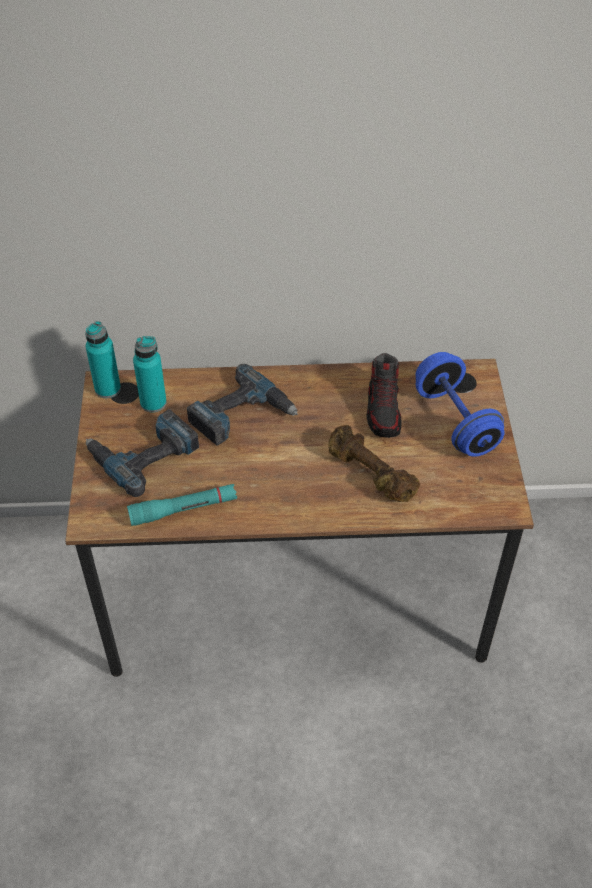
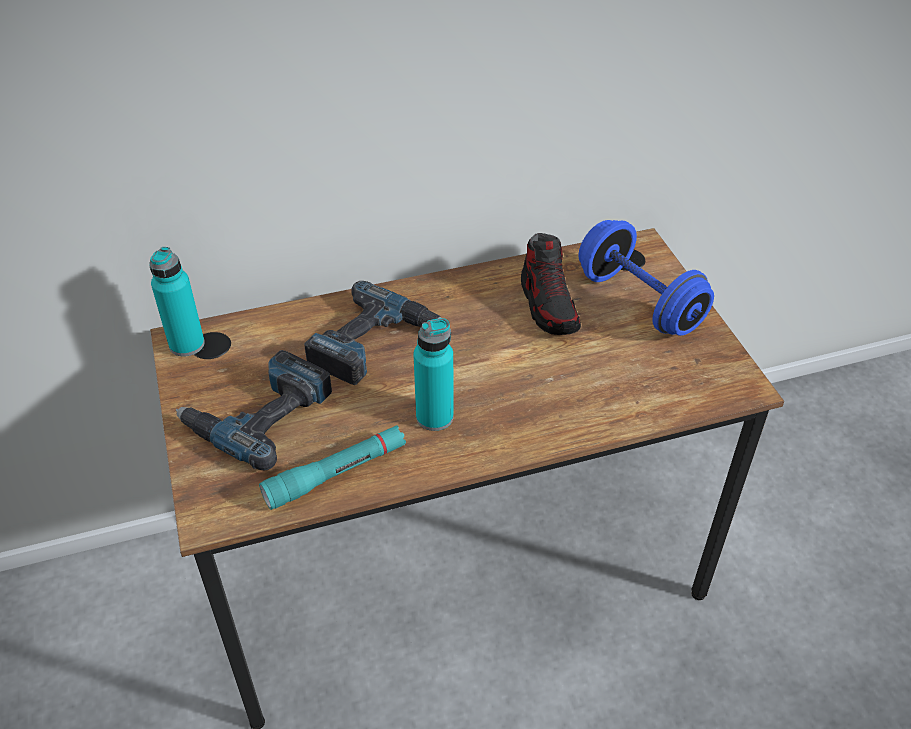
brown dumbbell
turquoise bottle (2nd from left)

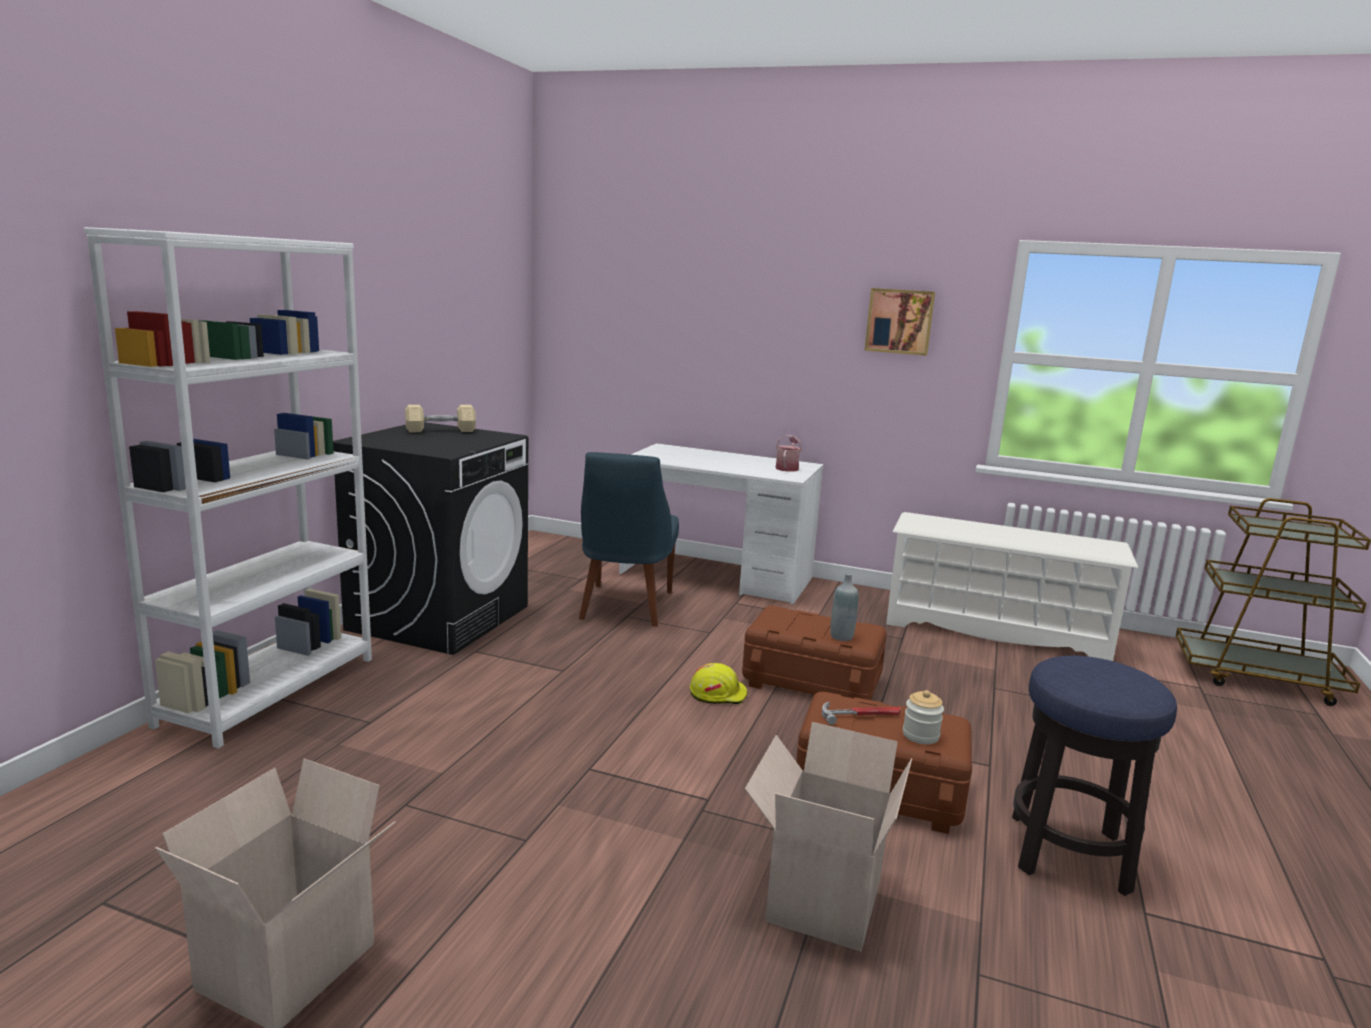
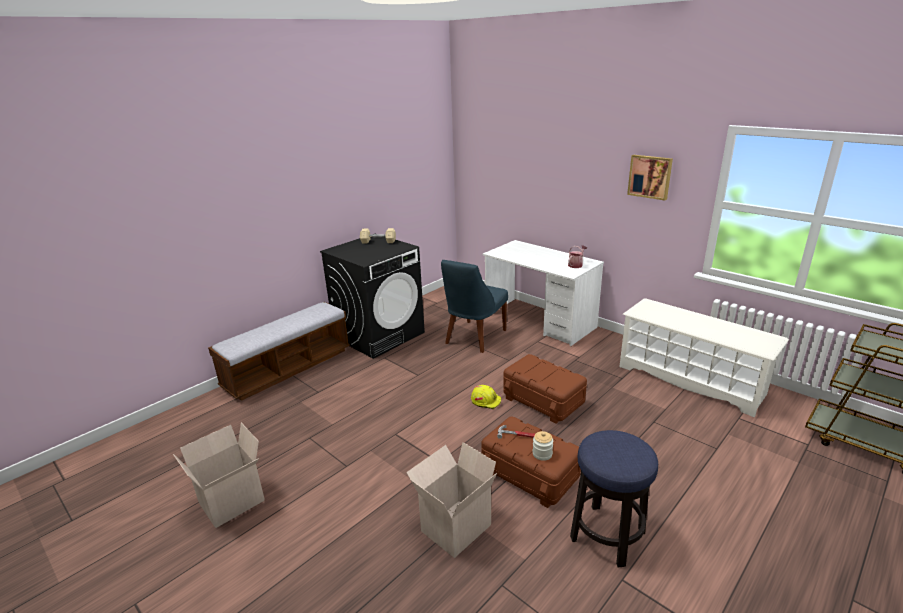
grey bottle
bench

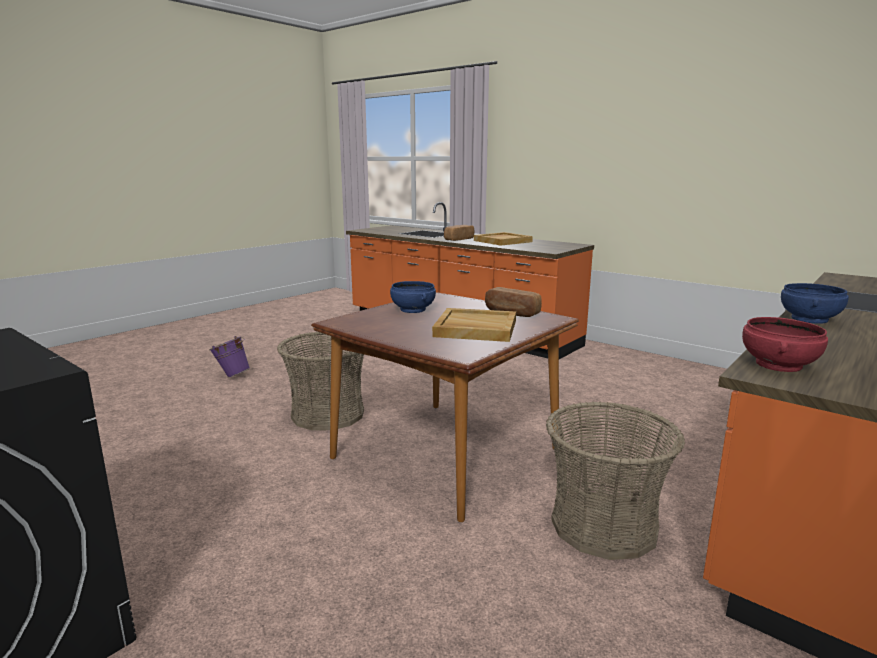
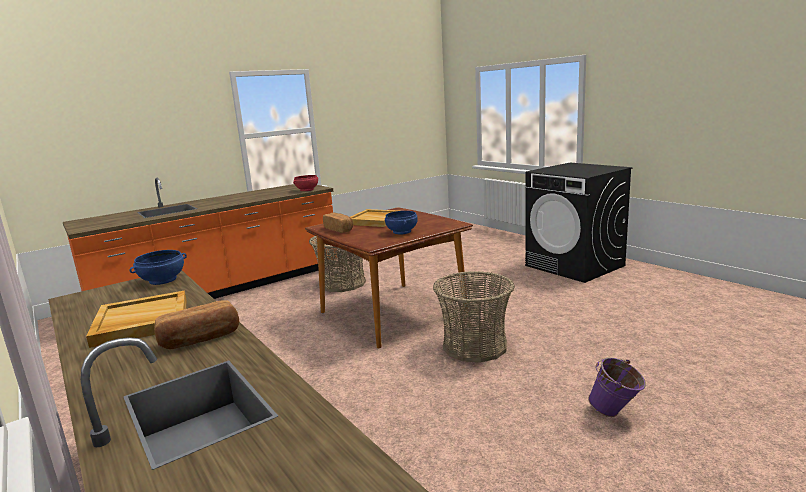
blue bowl (1st from left)

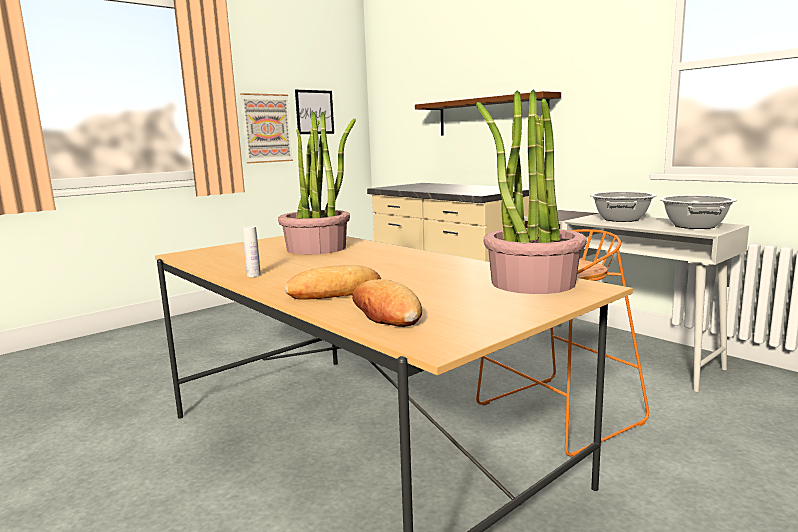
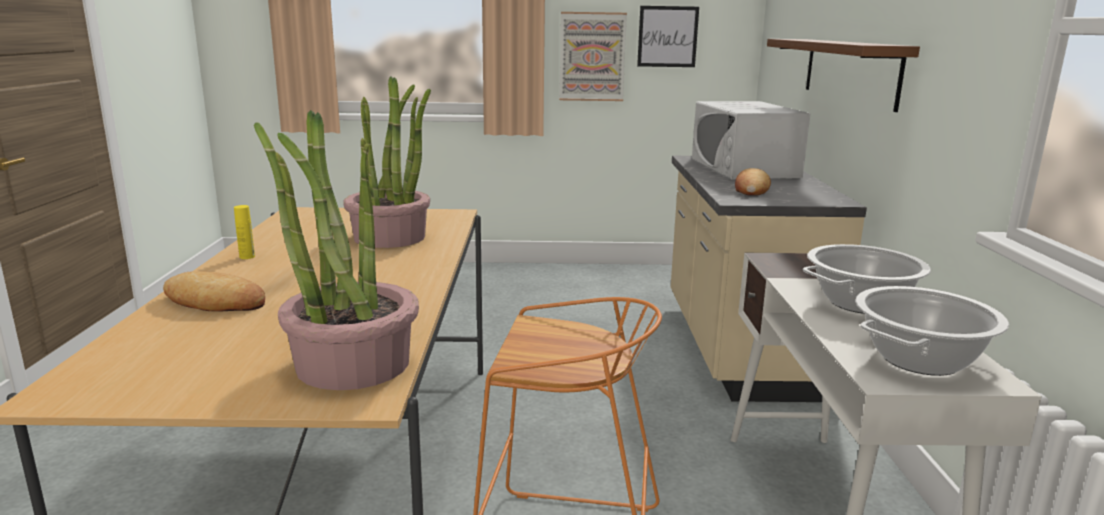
white microwave
bread (2nd from left)
yellow bottle

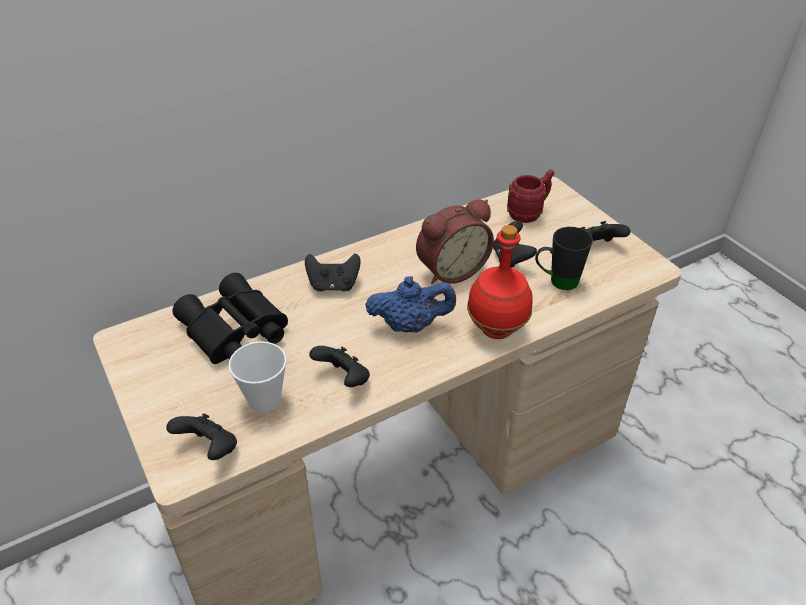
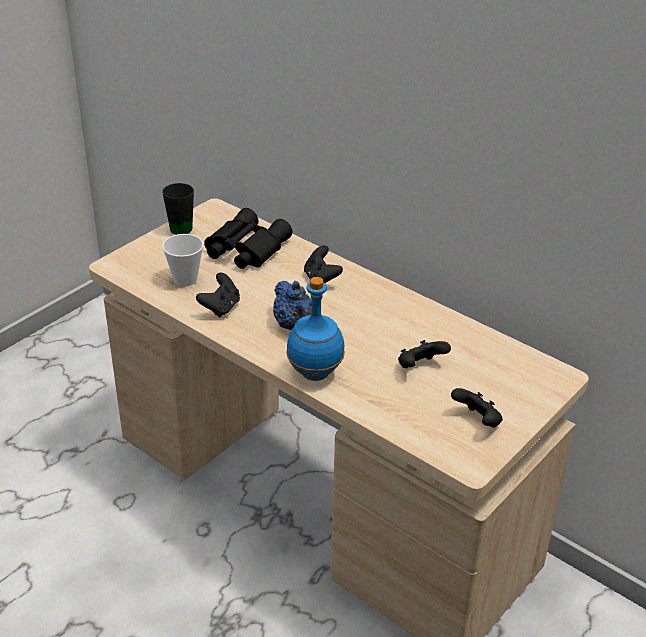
black game controller (1st from left in the first image)
alarm clock
red mug
black mug
blue bottle

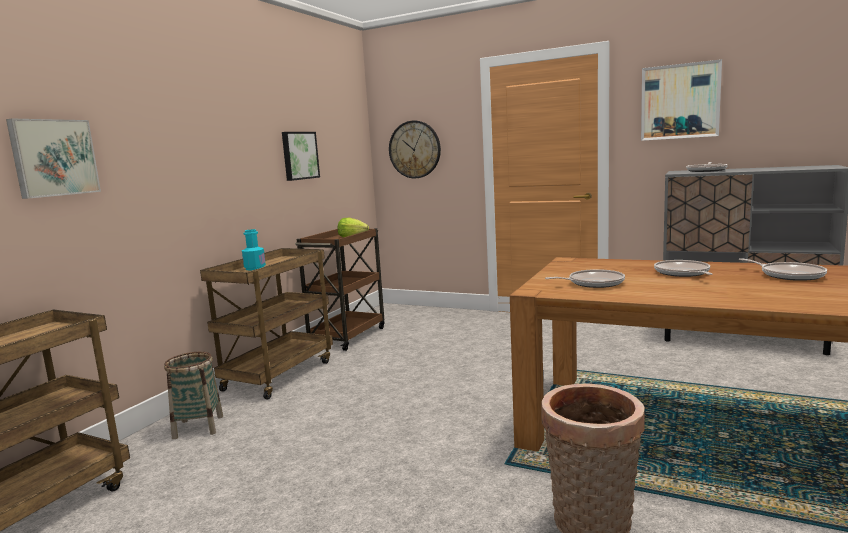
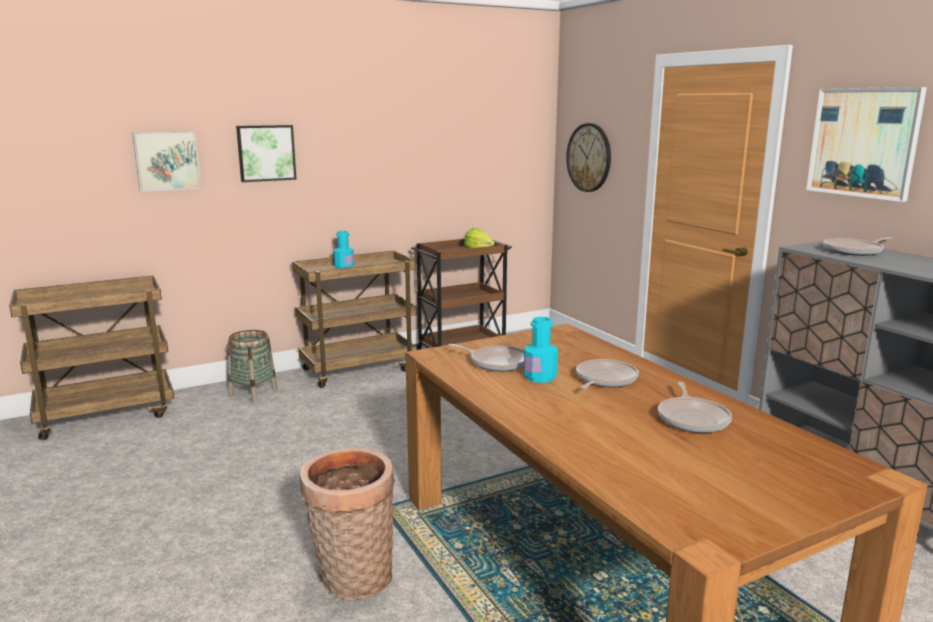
turquoise bottle (2nd from left)
picture (2nd from left)

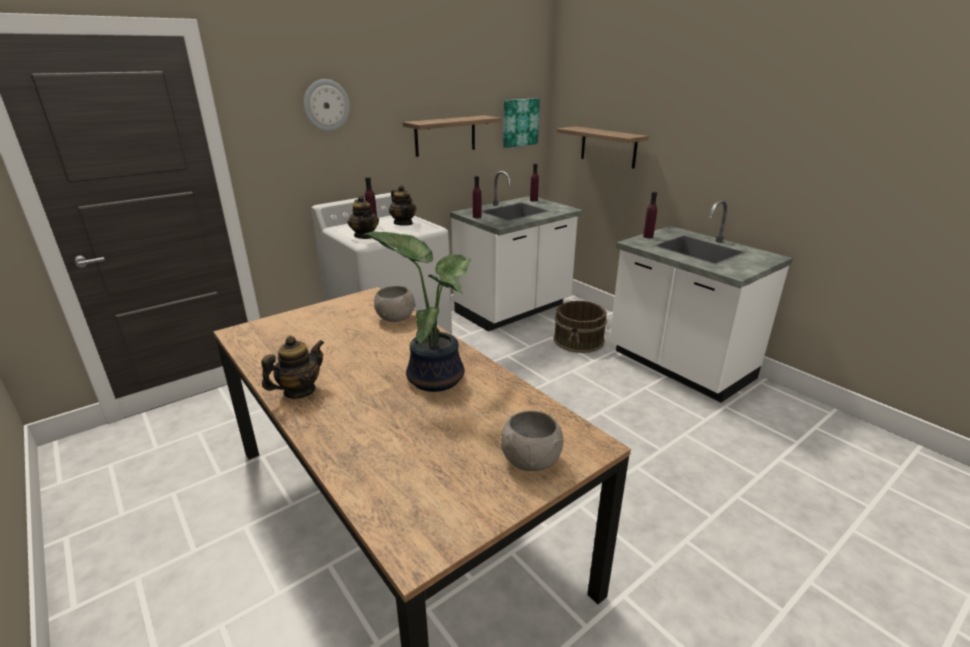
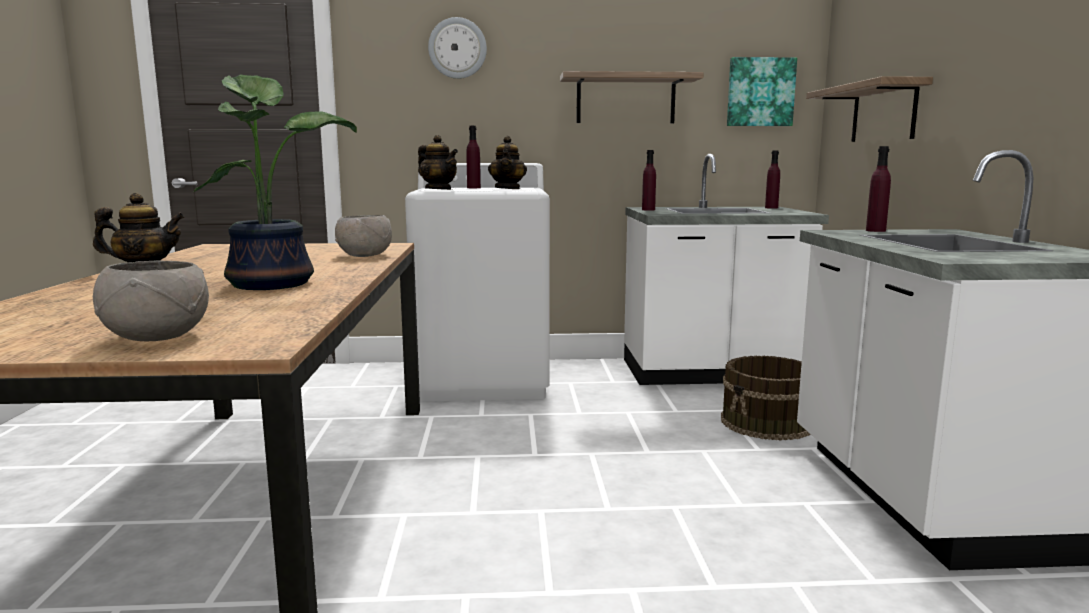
teapot (2nd from left)

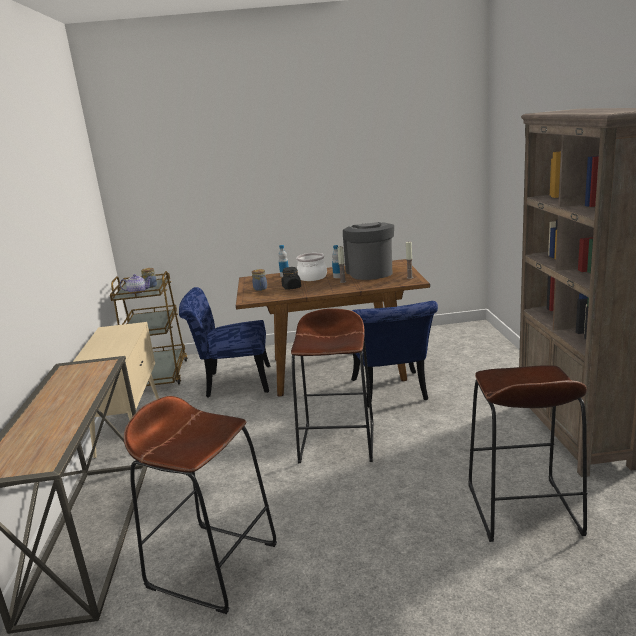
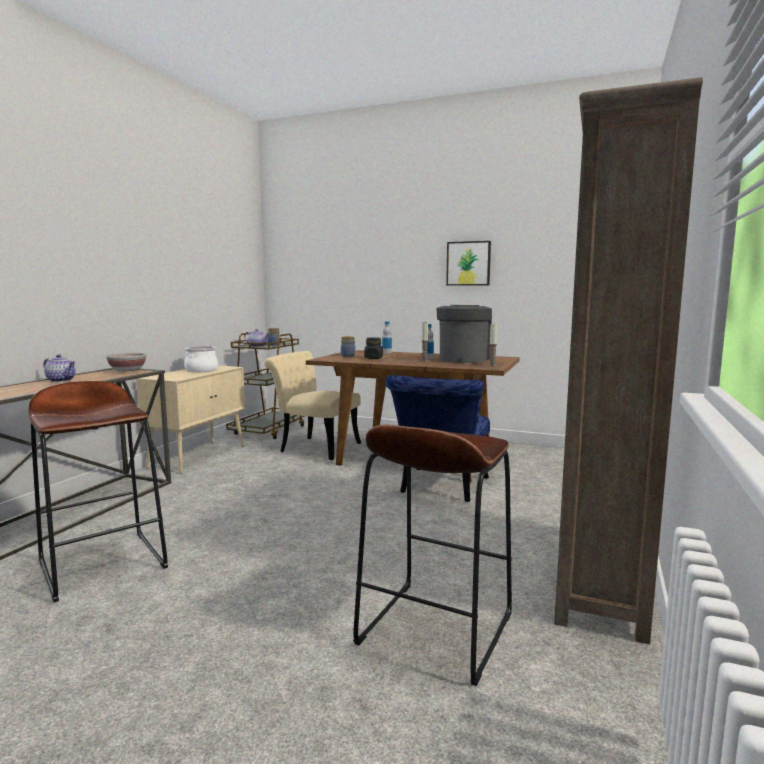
brown stool (2nd from left in the first image)
teapot (1st from left)
bowl
picture
cooking pot
beige chair

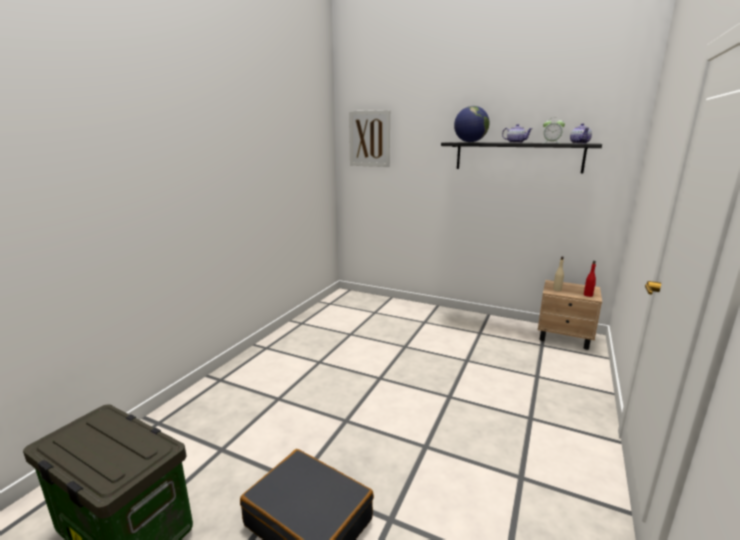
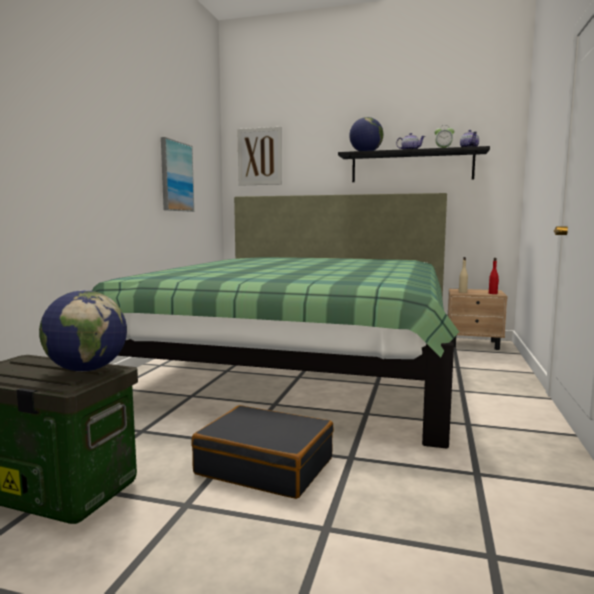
globe (1st from left)
green bed
picture (1st from left)

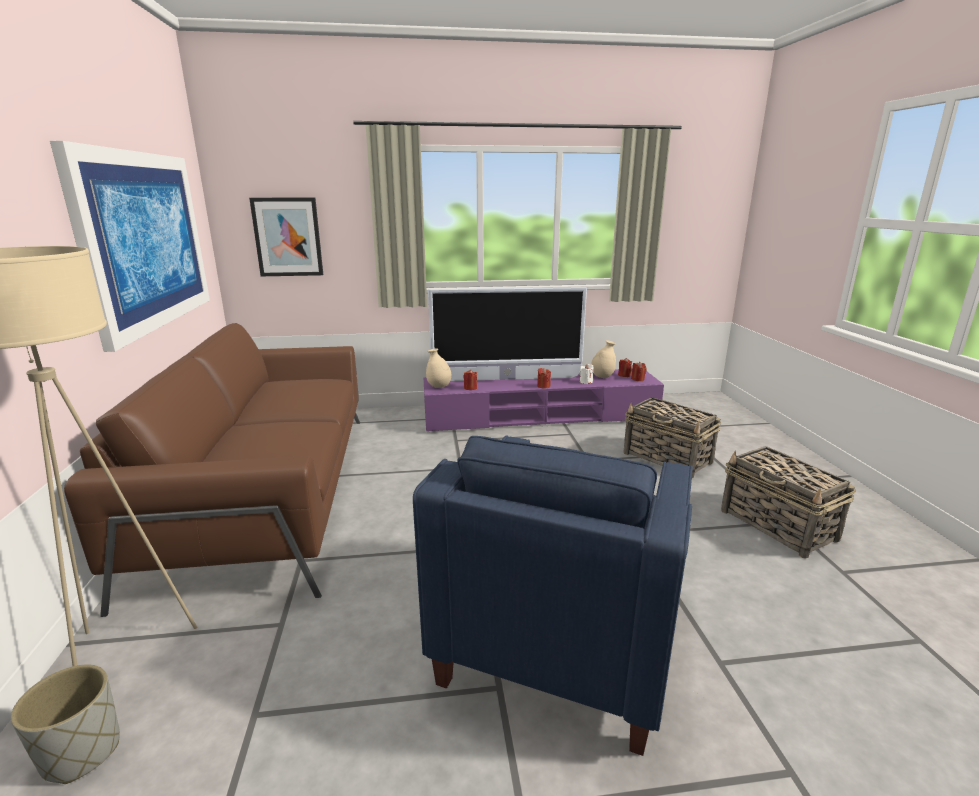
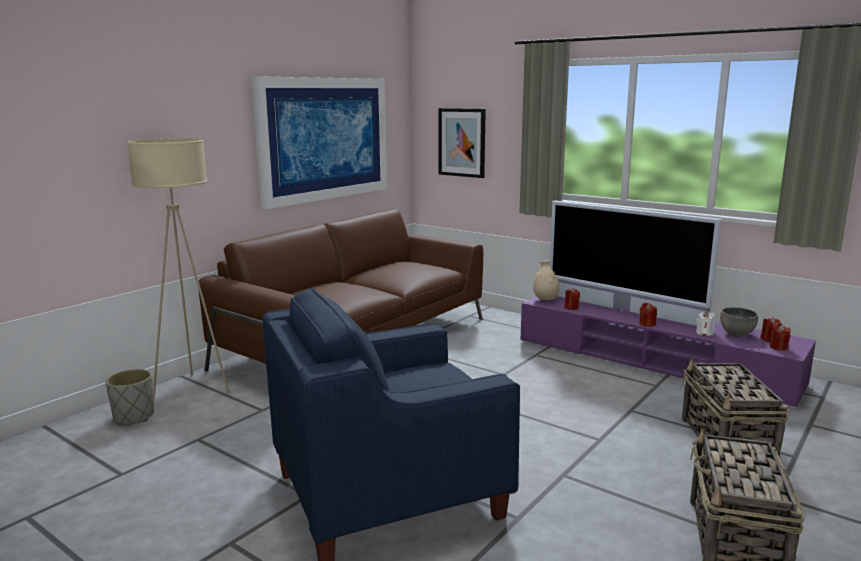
grey bowl

